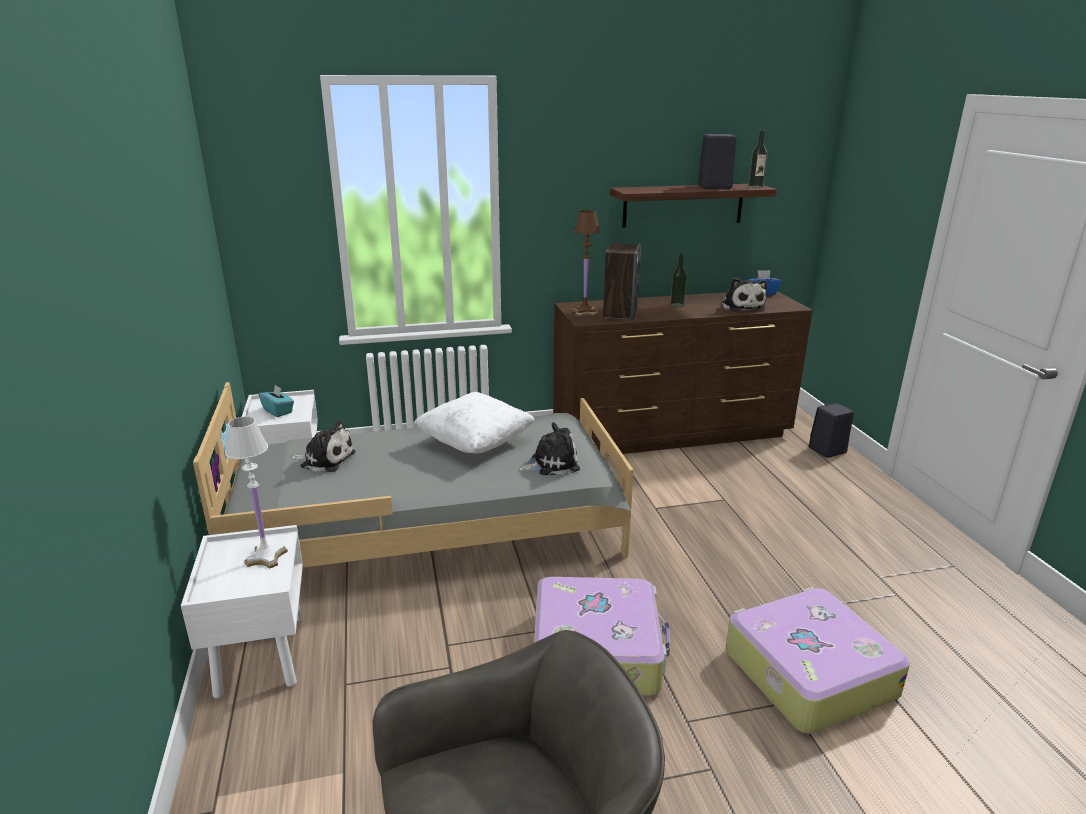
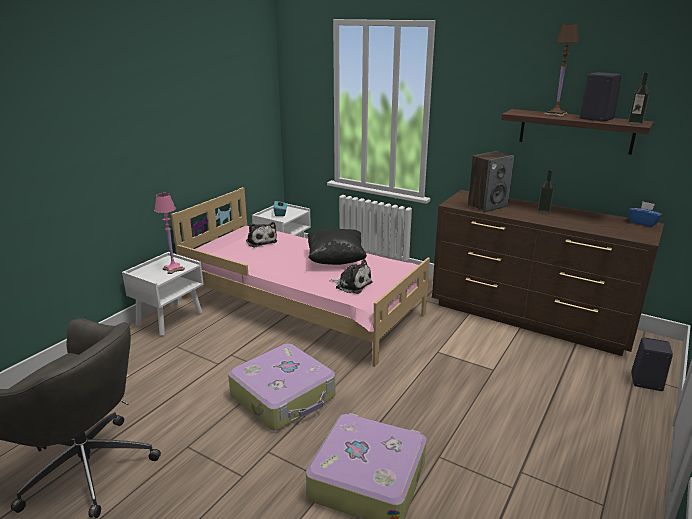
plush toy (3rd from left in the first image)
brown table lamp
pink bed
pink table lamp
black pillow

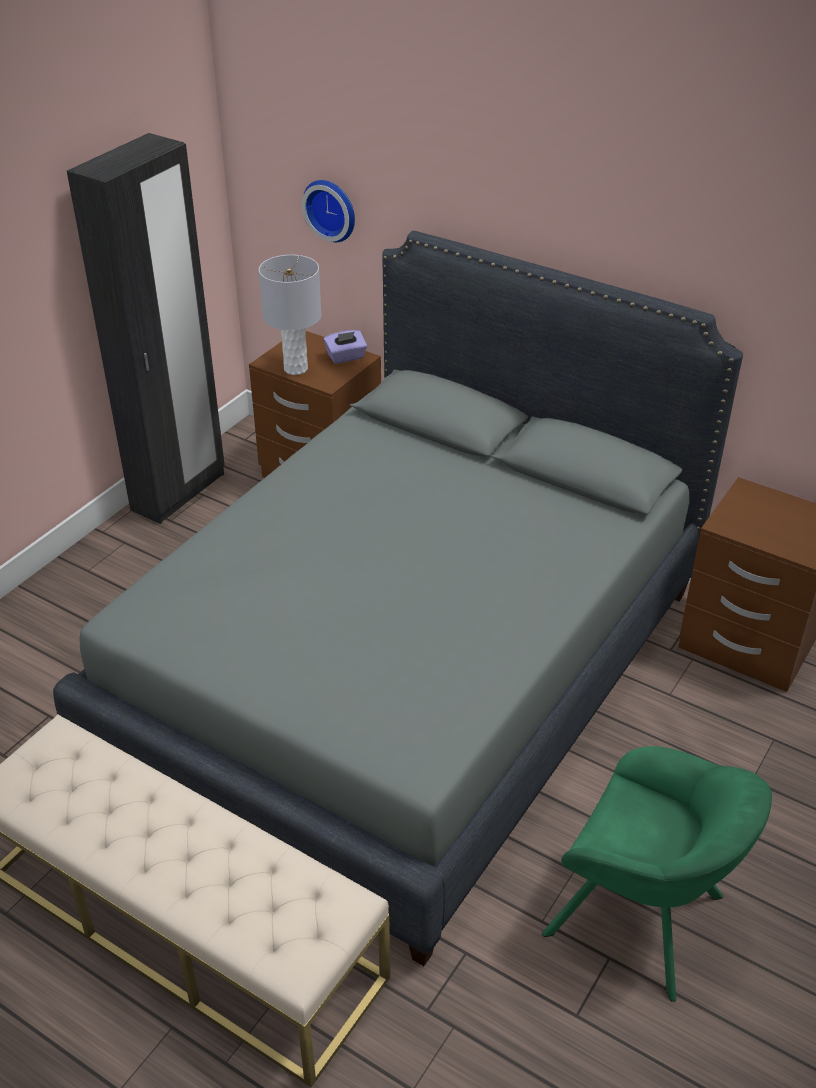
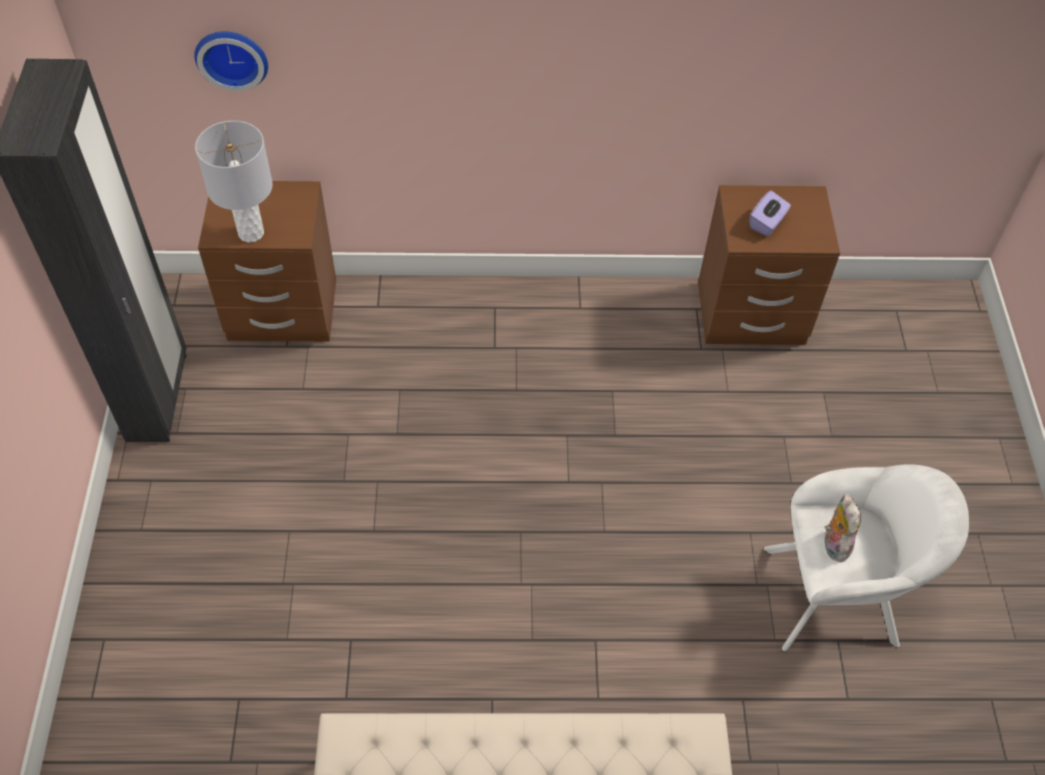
grey bed
plush toy
purple tissue box
white armchair

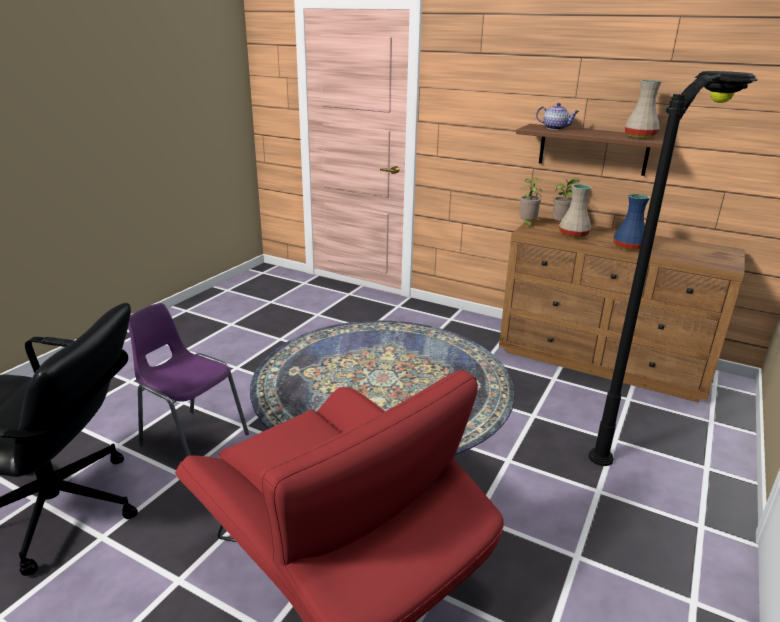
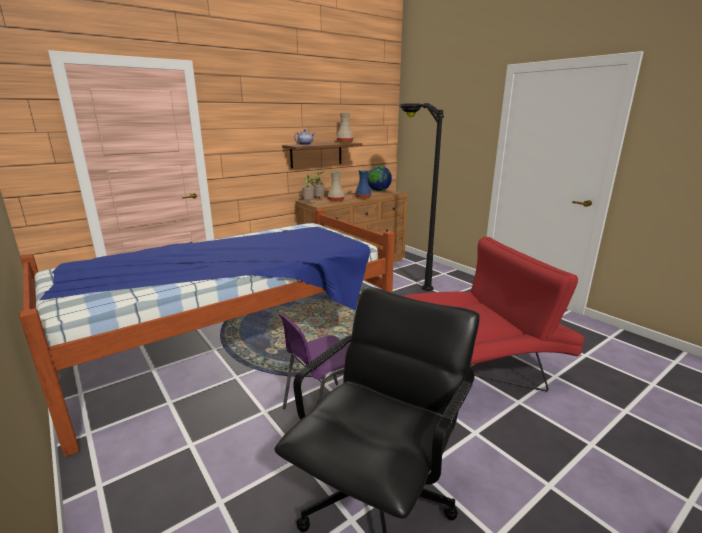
bed
globe

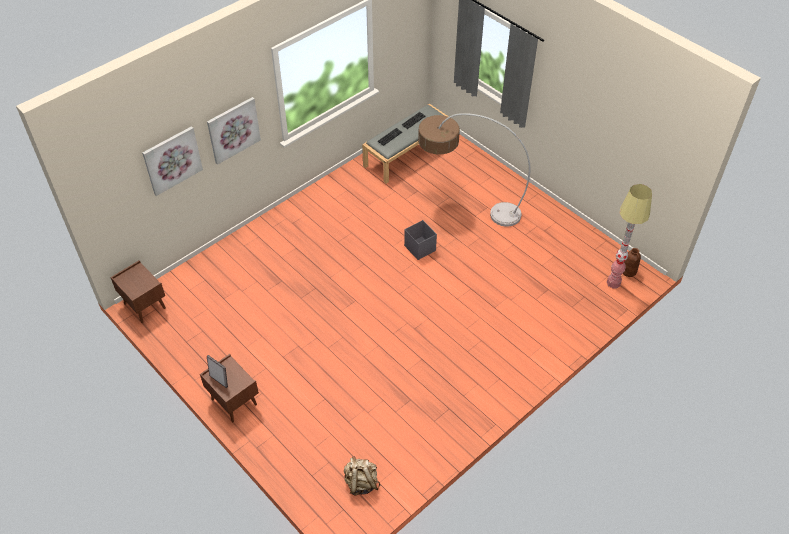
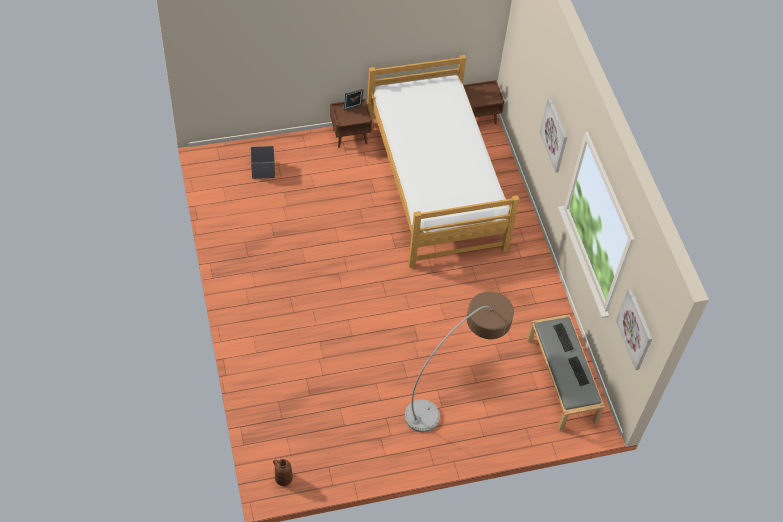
beige backpack
floor lamp (2nd from left in the first image)
bed
picture (2nd from left)
grey storage box

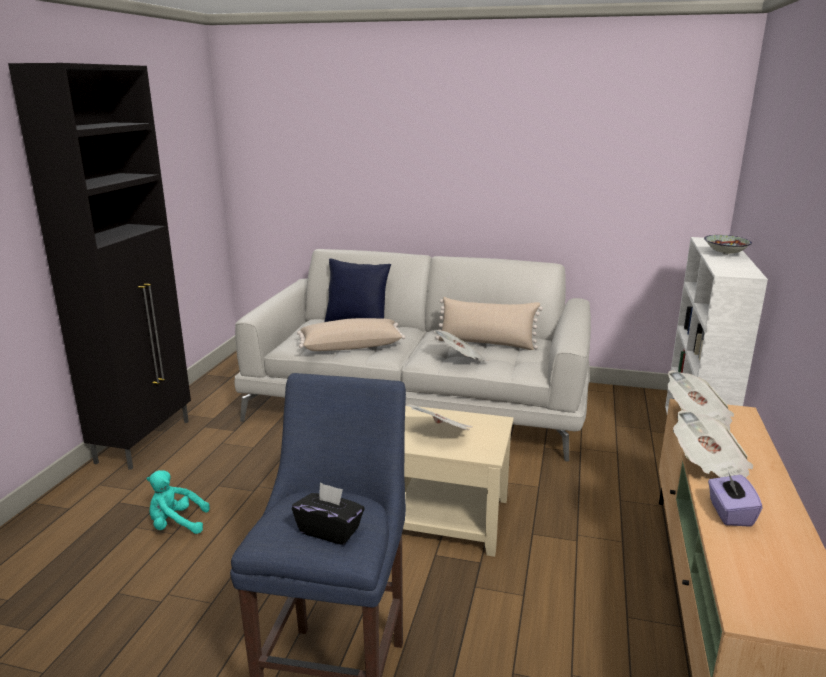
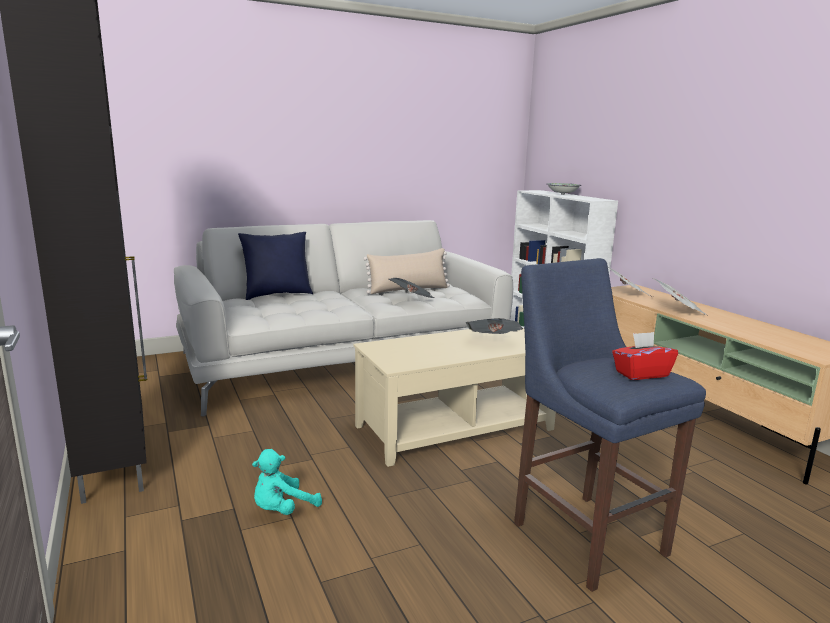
beige pillow (1st from left in the first image)
purple tissue box
red tissue box

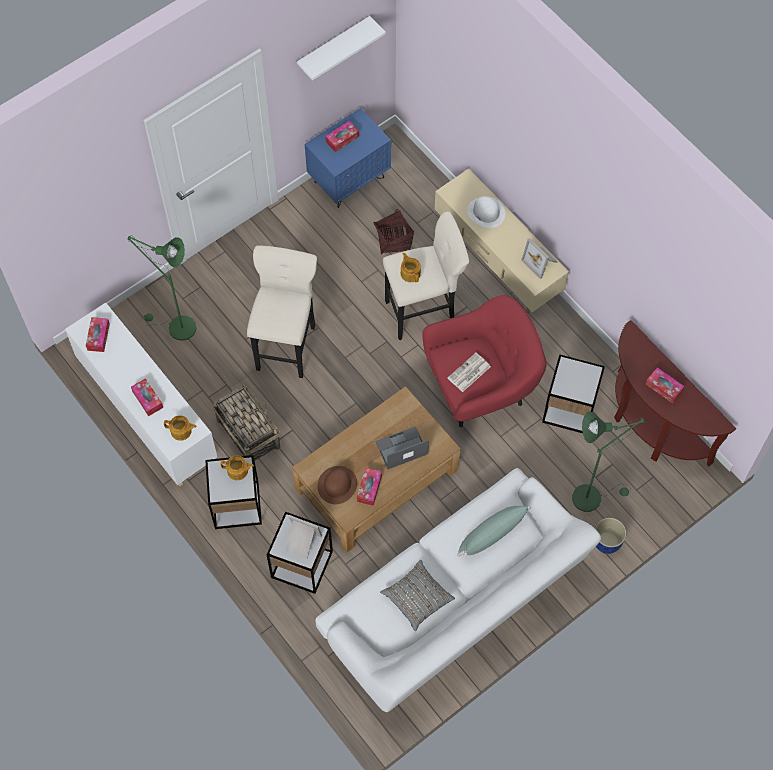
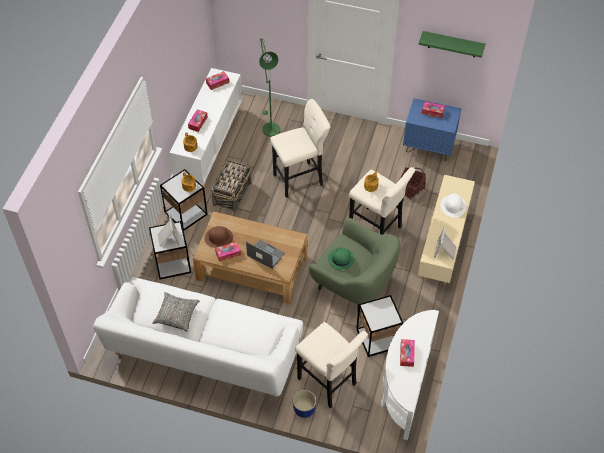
green pillow
green hat
beige stool (2nd from left)
green shelf
green armchair
white console table

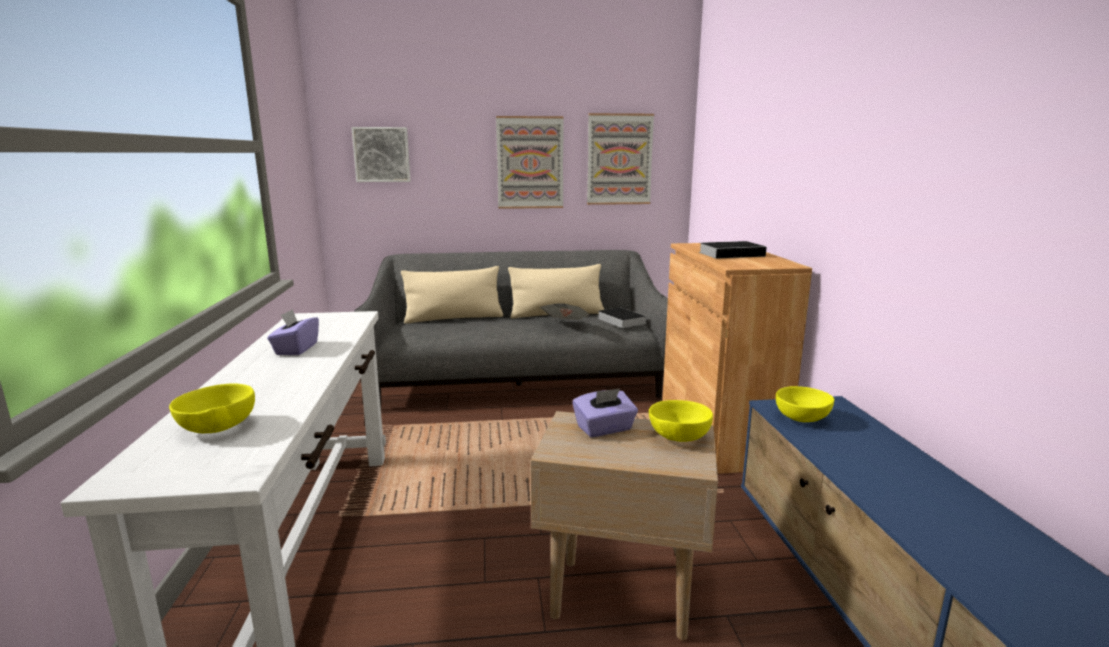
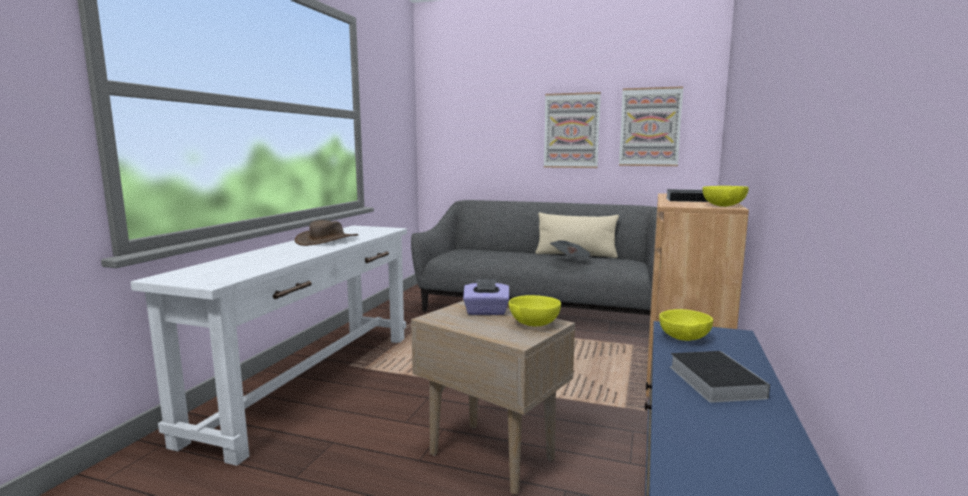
picture (1st from left in the first image)
beige pillow (1st from left in the first image)
yellow bowl (3rd from left)
book (2nd from left)
brown hat

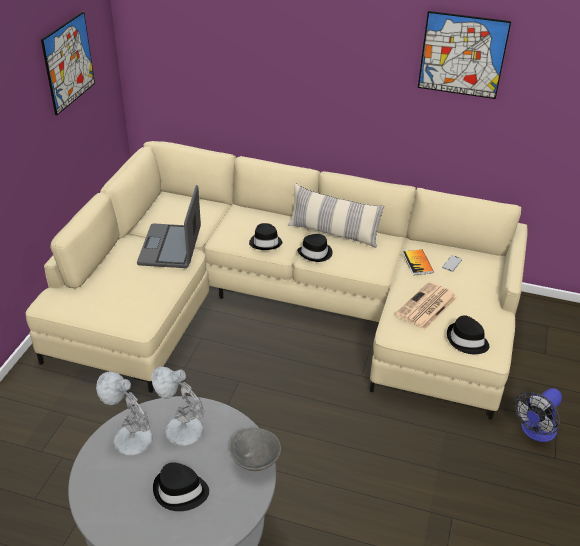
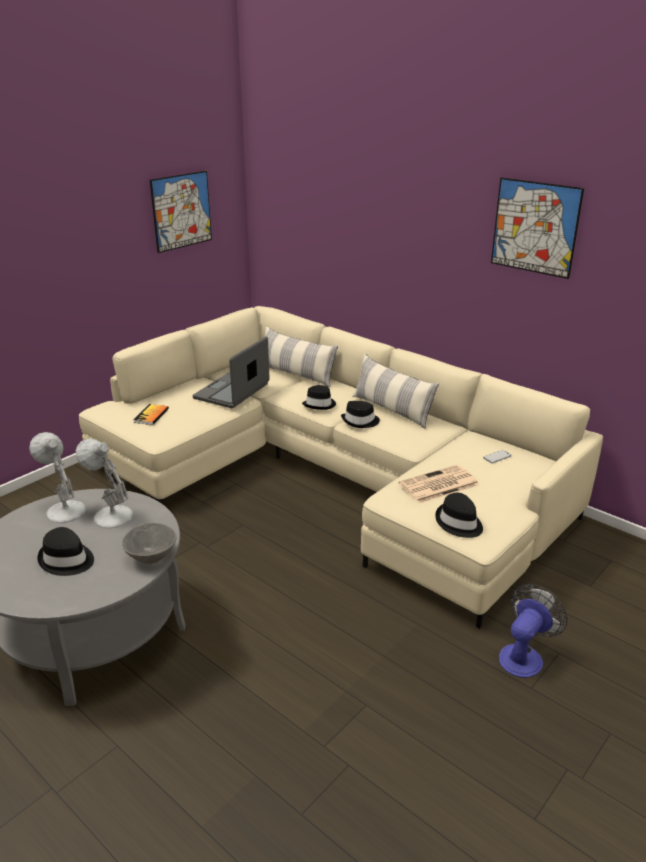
pillow (1st from left)
book
fan

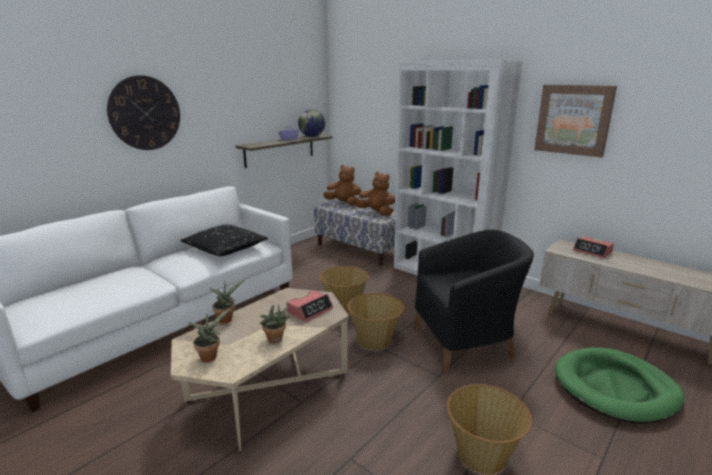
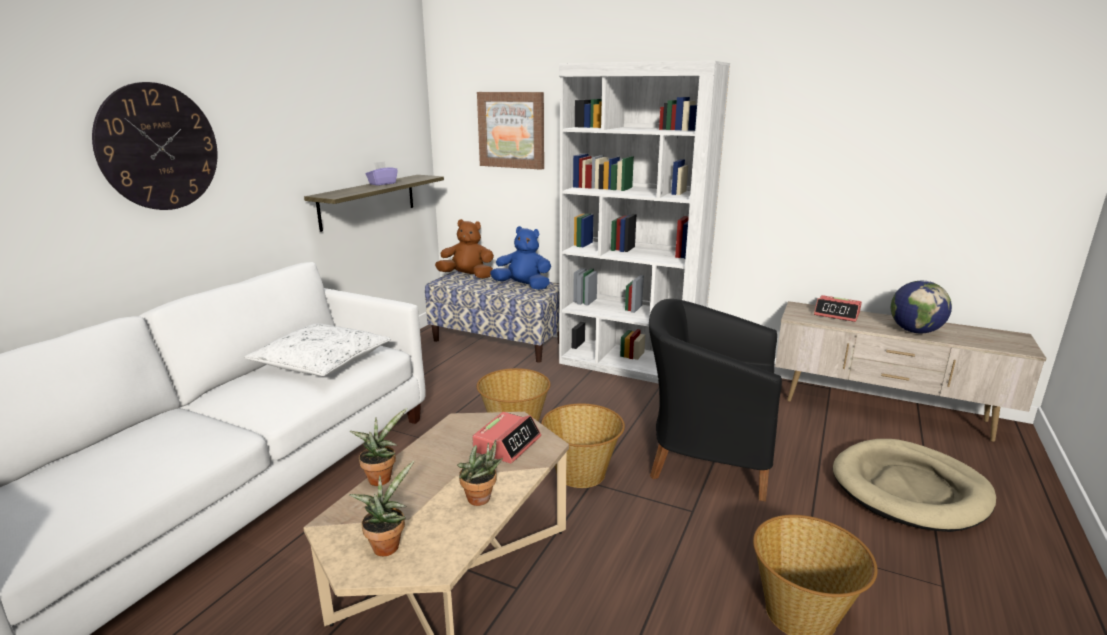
globe
picture
white pillow
blue plush toy
beige dog bed
black armchair

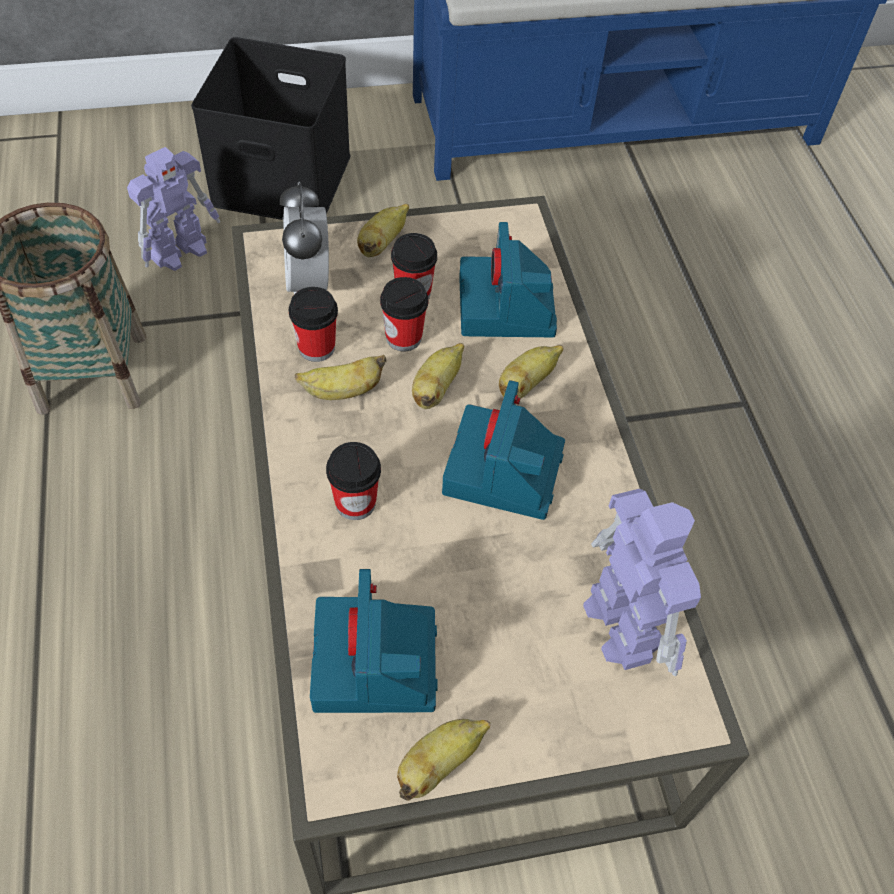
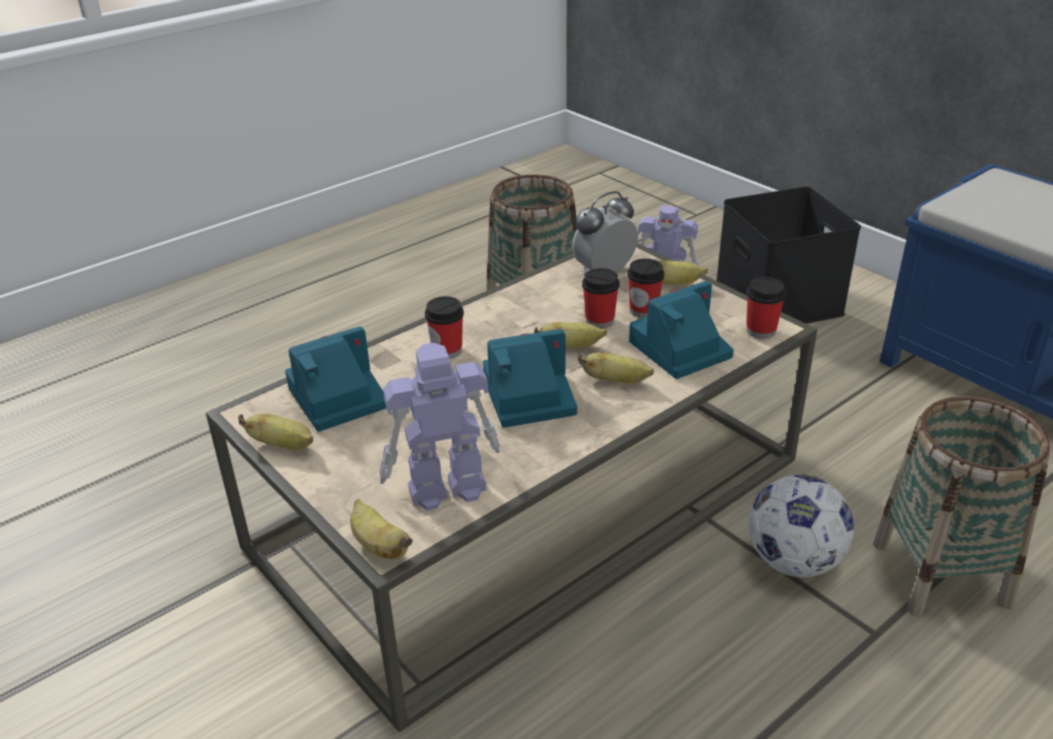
football
basket (2nd from left)
cup (4th from left)
banana (2nd from left)
toy robot (1st from left)

